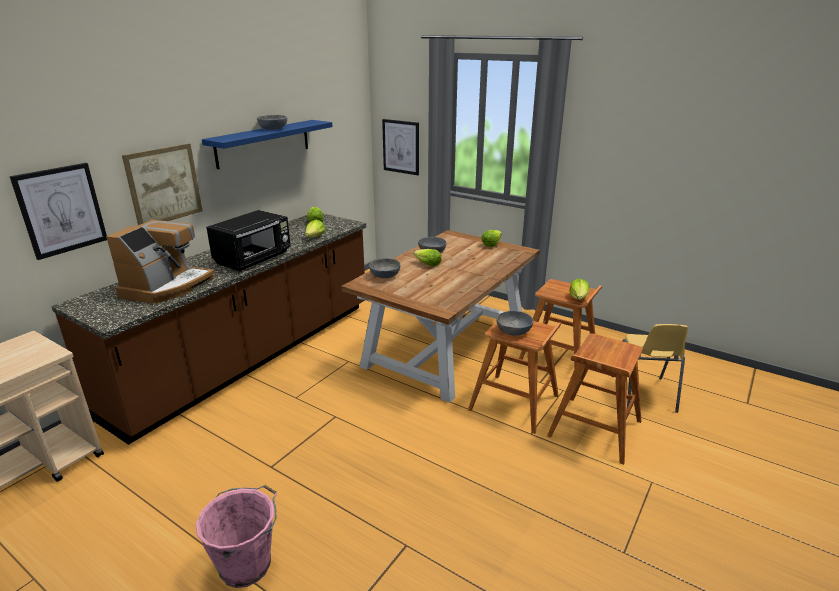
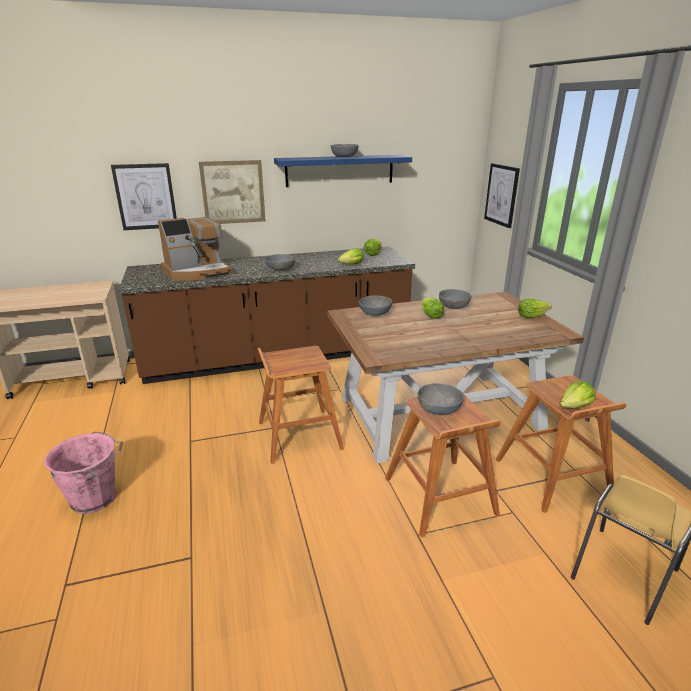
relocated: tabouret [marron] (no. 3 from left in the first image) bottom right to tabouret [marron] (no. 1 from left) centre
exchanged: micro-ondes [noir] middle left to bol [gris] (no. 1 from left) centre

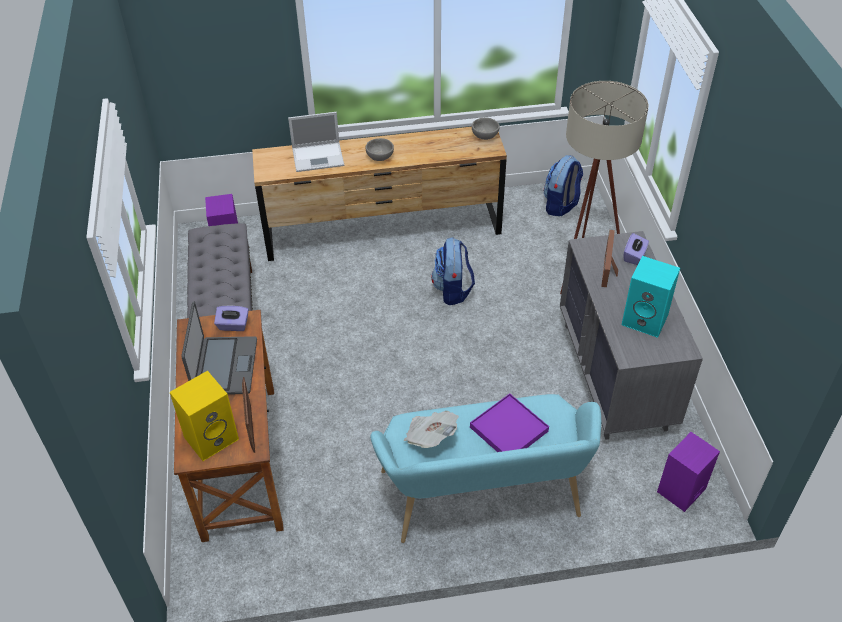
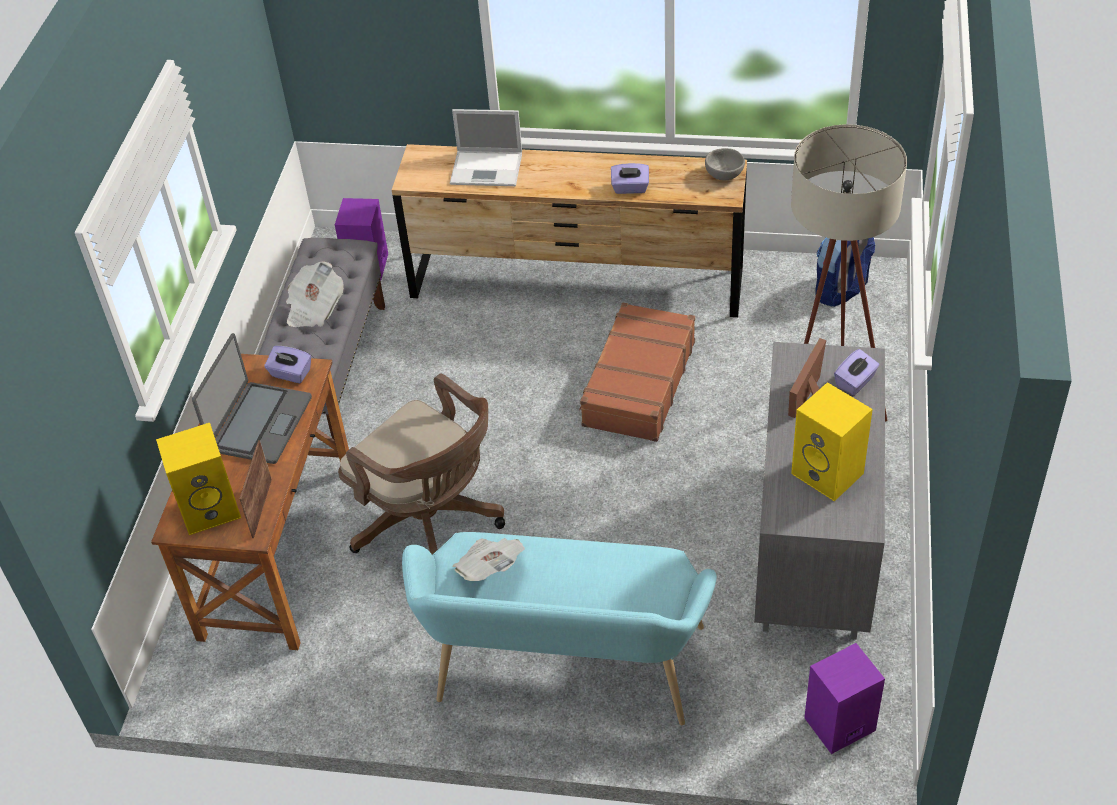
missing: bol [gris] (no. 1 from left) top centre; plateau [violet] bottom centre
appeared: journal (no. 1 from left) middle left; chaise de bureau [marron] centre; boîte à mouchoirs [violet] (no. 2 from left) top centre
exchanged: sac à dos (no. 1 from left) centre to valise [marron] centre
colour: enceinte [turquoise] middle right to enceinte [jaune] (no. 2 from left) middle right

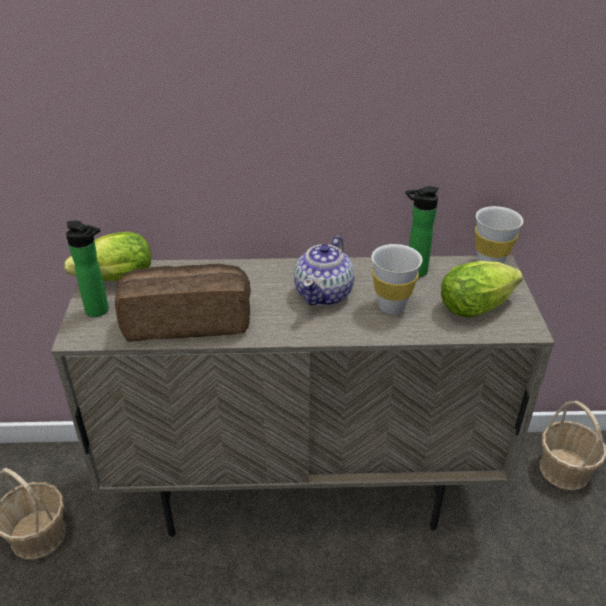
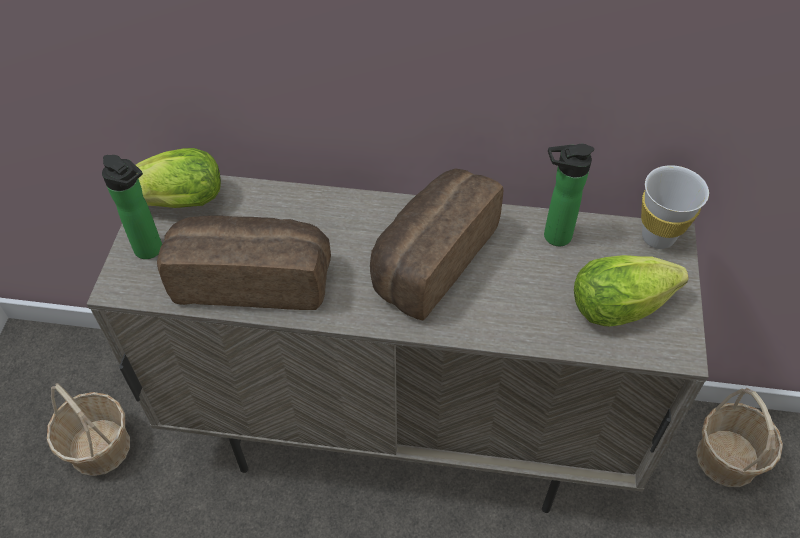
missing: tasse [blanc] (no. 1 from left) centre
exchanged: théière centre to pain (no. 2 from left) centre

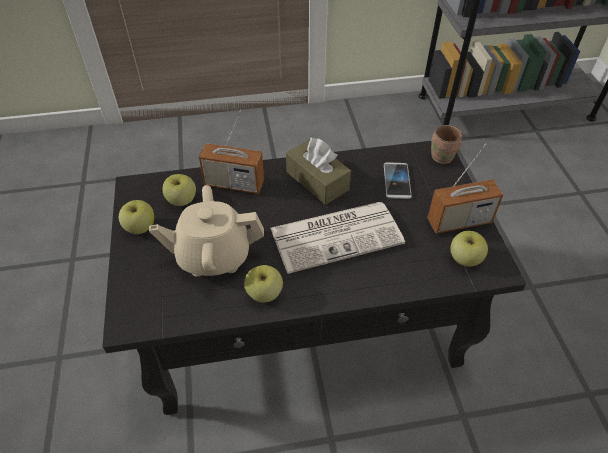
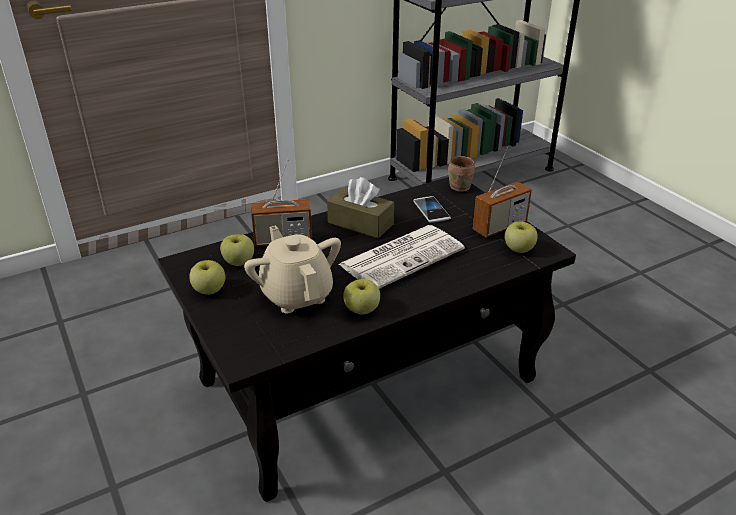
spun: théière [beige] centre = centre 90 degrees clockwise

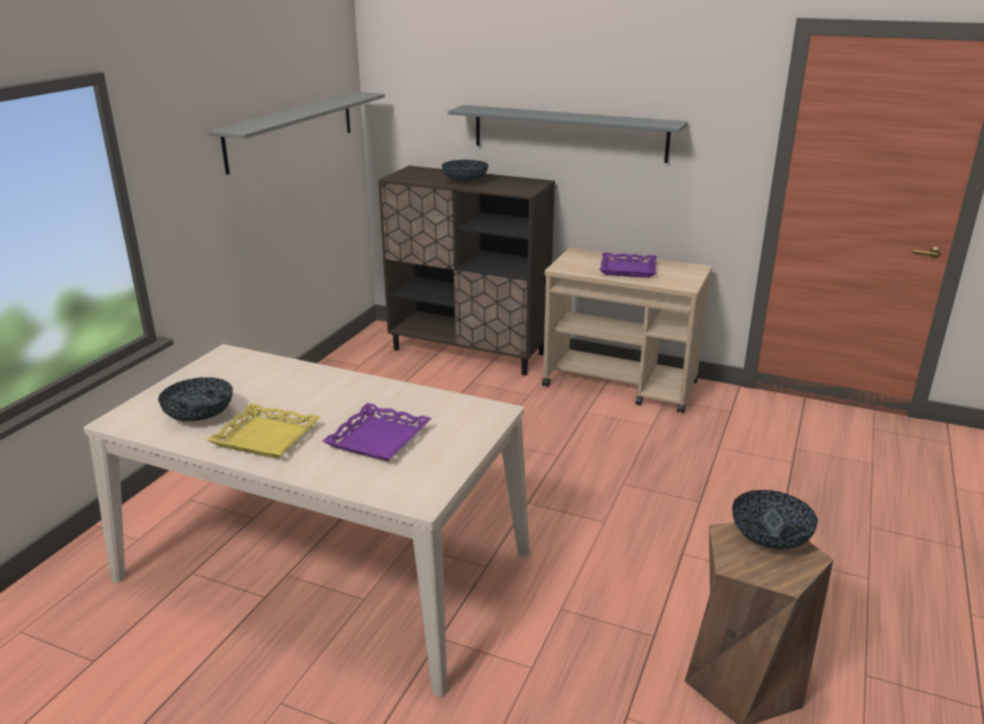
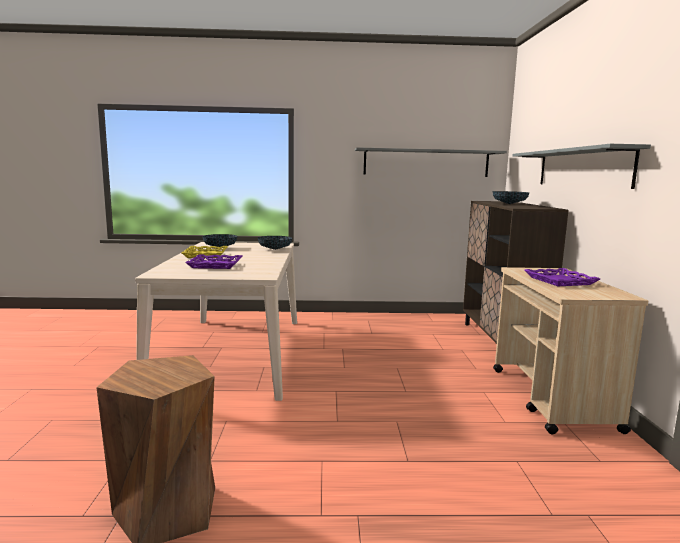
relocated: bol (no. 3 from left in the first image) bottom right to bol (no. 2 from left) centre

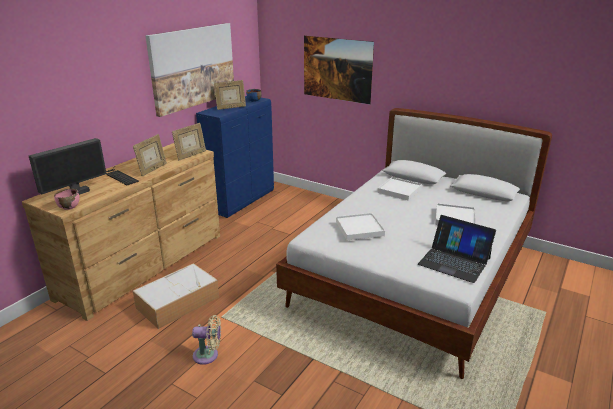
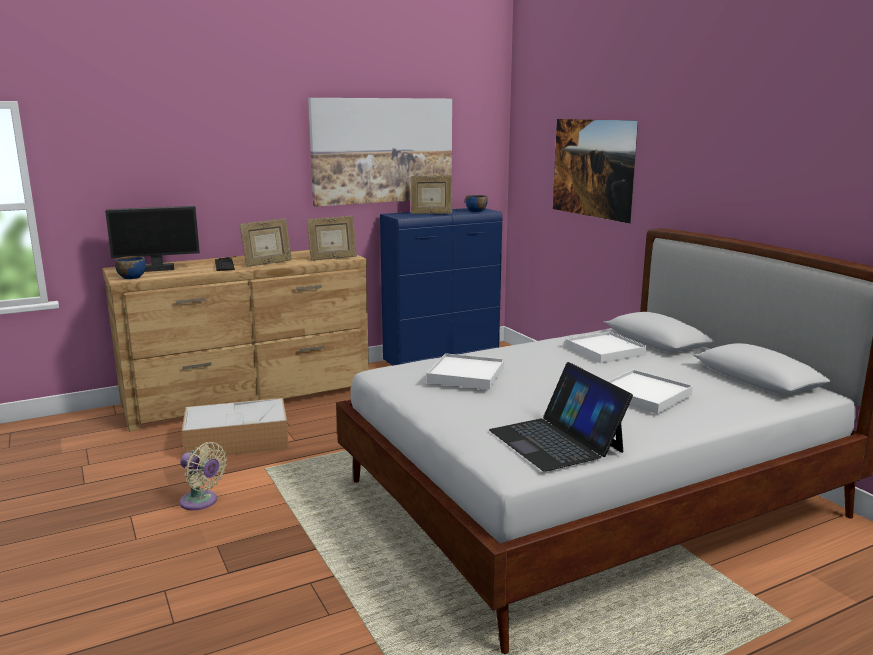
colour: bol [rose] middle left to bol [bleu] (no. 1 from left) middle left

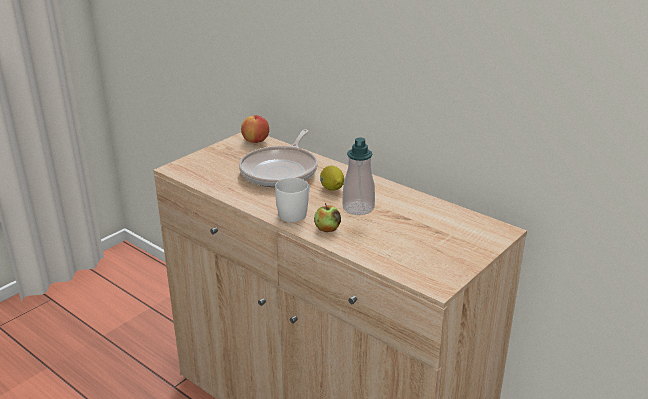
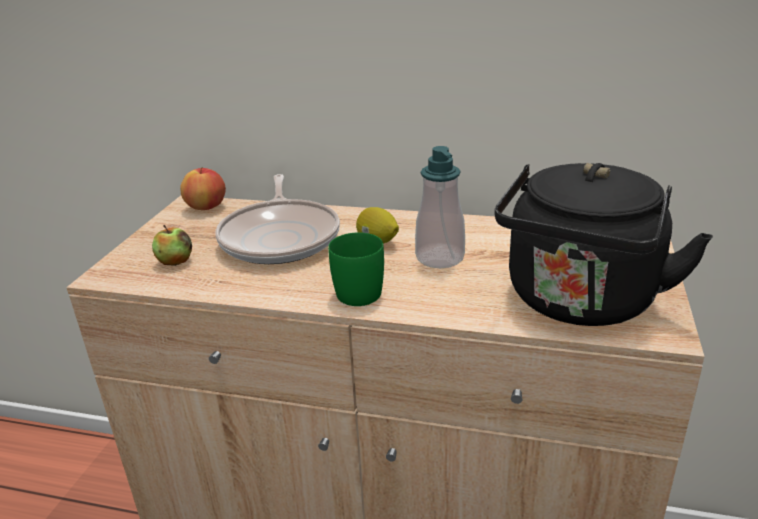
appeared: bouilloire [noir] middle right
relocated: pomme (no. 2 from left in the first image) centre to pomme (no. 1 from left) middle left
colour: mug [blanc] centre to mug [vert] centre

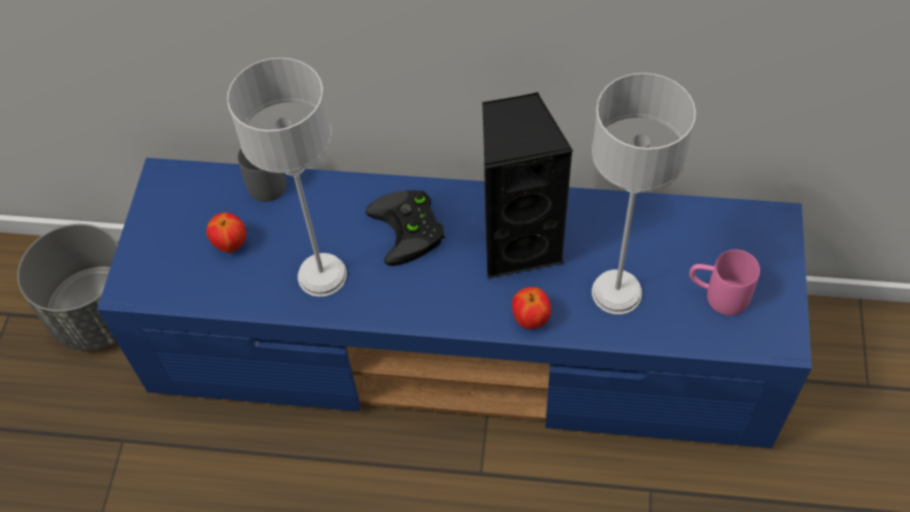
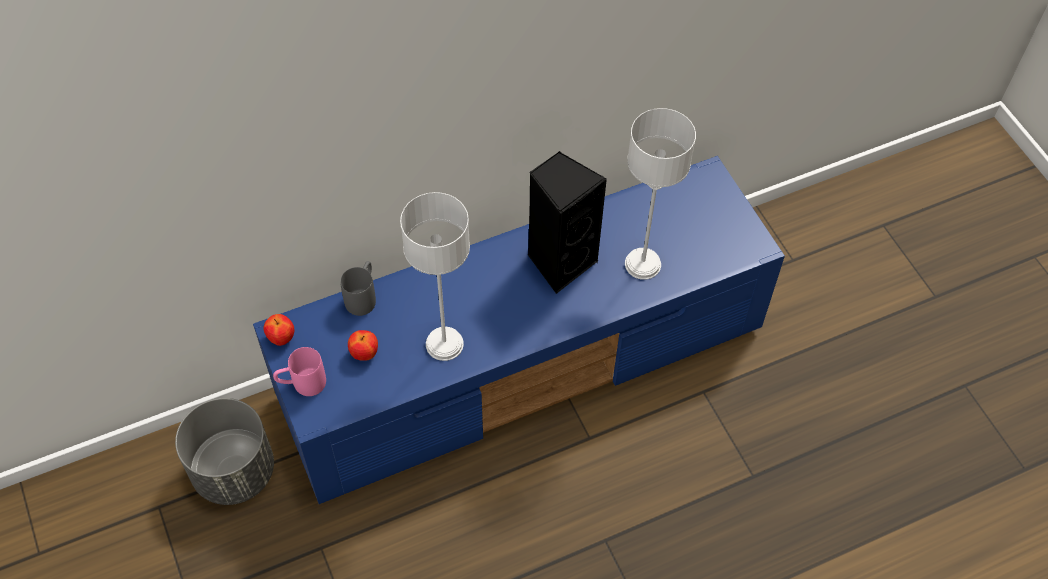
missing: manette [noir] centre
relocated: pomme (no. 2 from left in the first image) centre to pomme (no. 1 from left) middle left; mug [rose] middle right to middle left

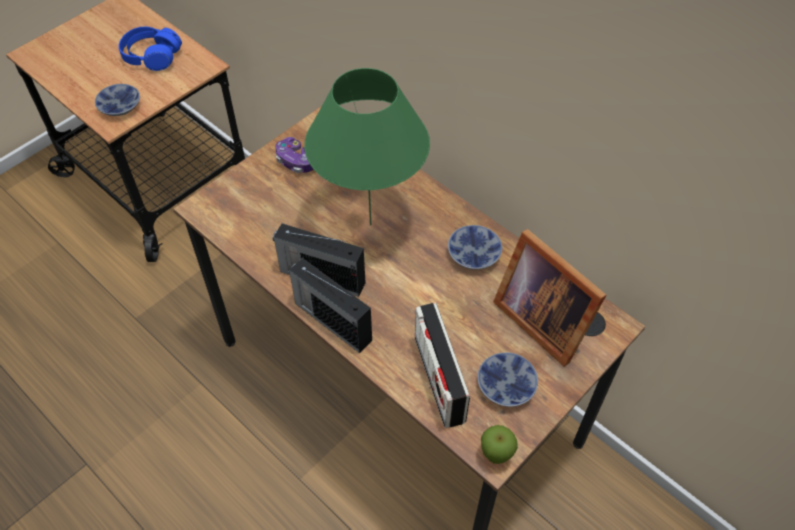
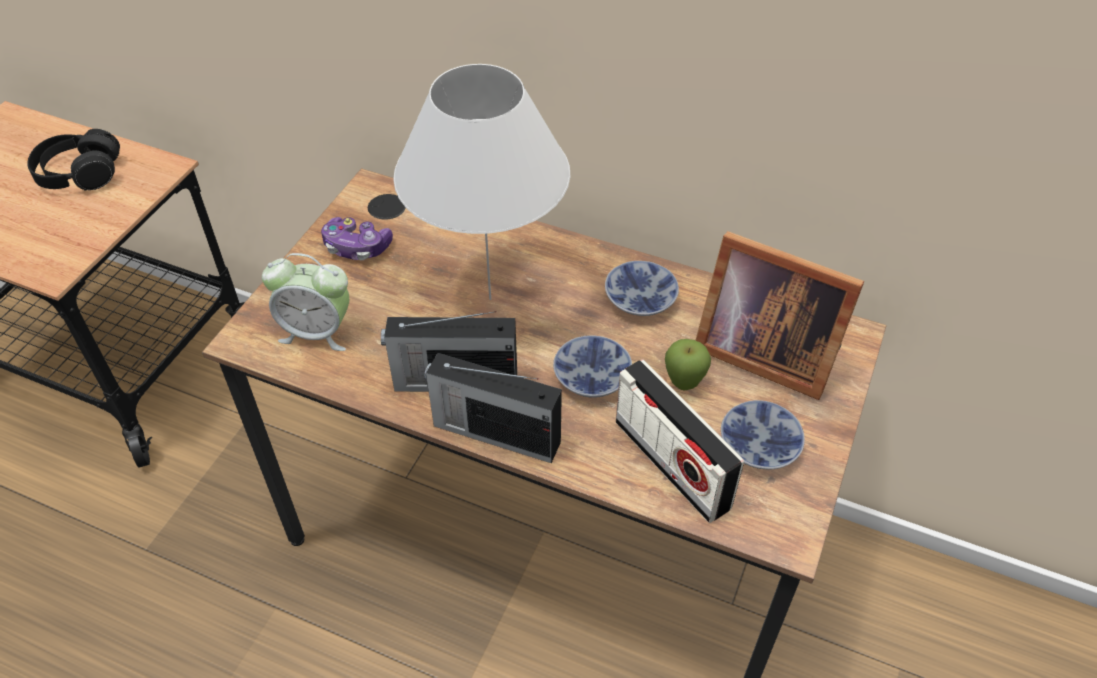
appeared: réveil middle left
relocated: bol (no. 1 from left) top left to centre; pomme bottom centre to centre
colour: casque audio [bleu] top left to casque audio [noir] top left; lampe de table [vert] top centre to lampe de table [blanc] top centre

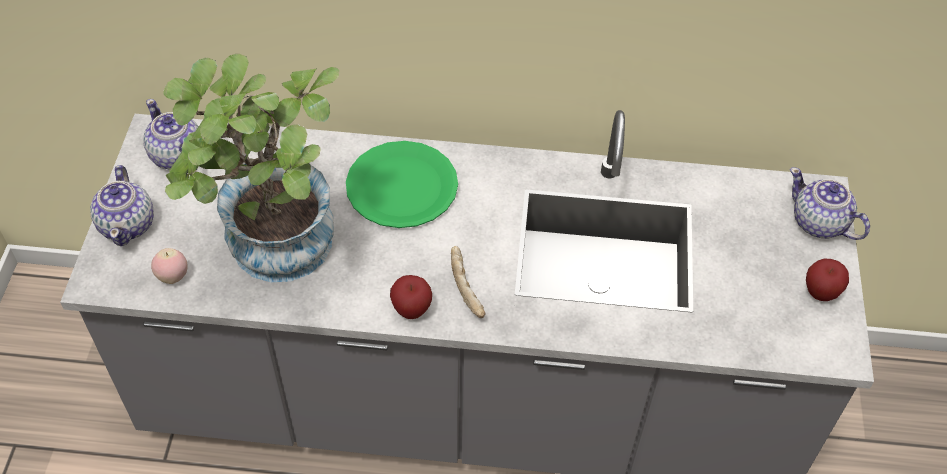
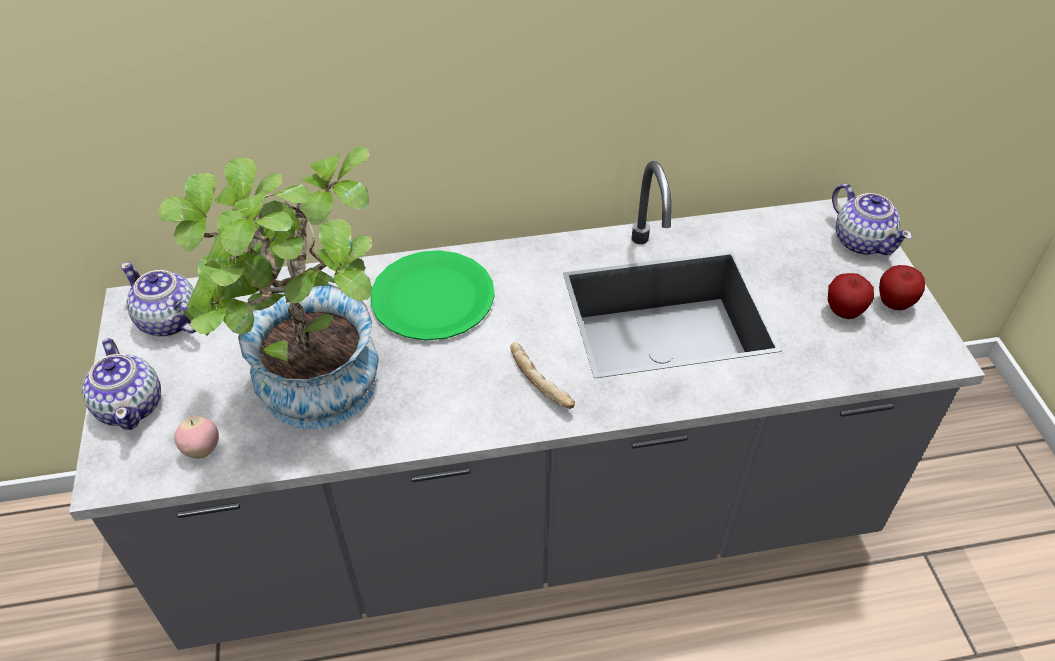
relocated: pomme (no. 2 from left) centre to middle right
spun: théière (no. 3 from left) middle right = top right 150 degrees counterclockwise

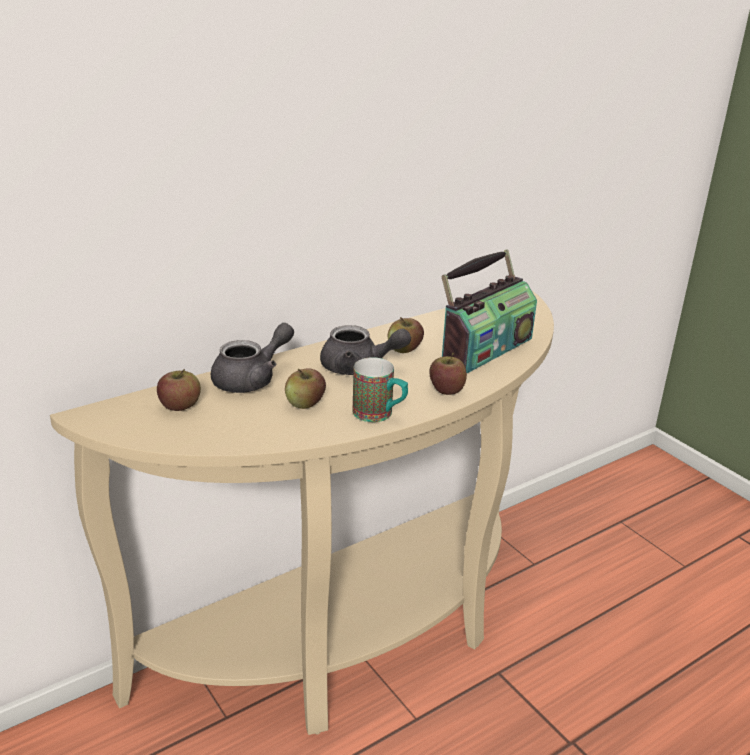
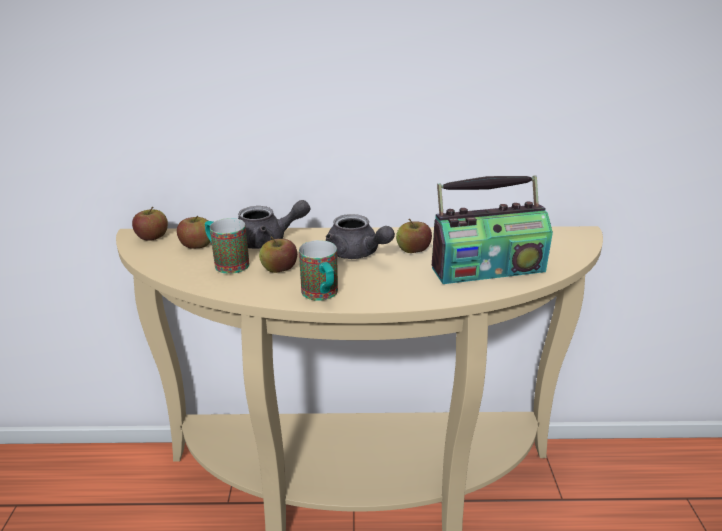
appeared: mug (no. 1 from left) middle left
relocated: pomme (no. 4 from left in the first image) centre to pomme (no. 1 from left) middle left

